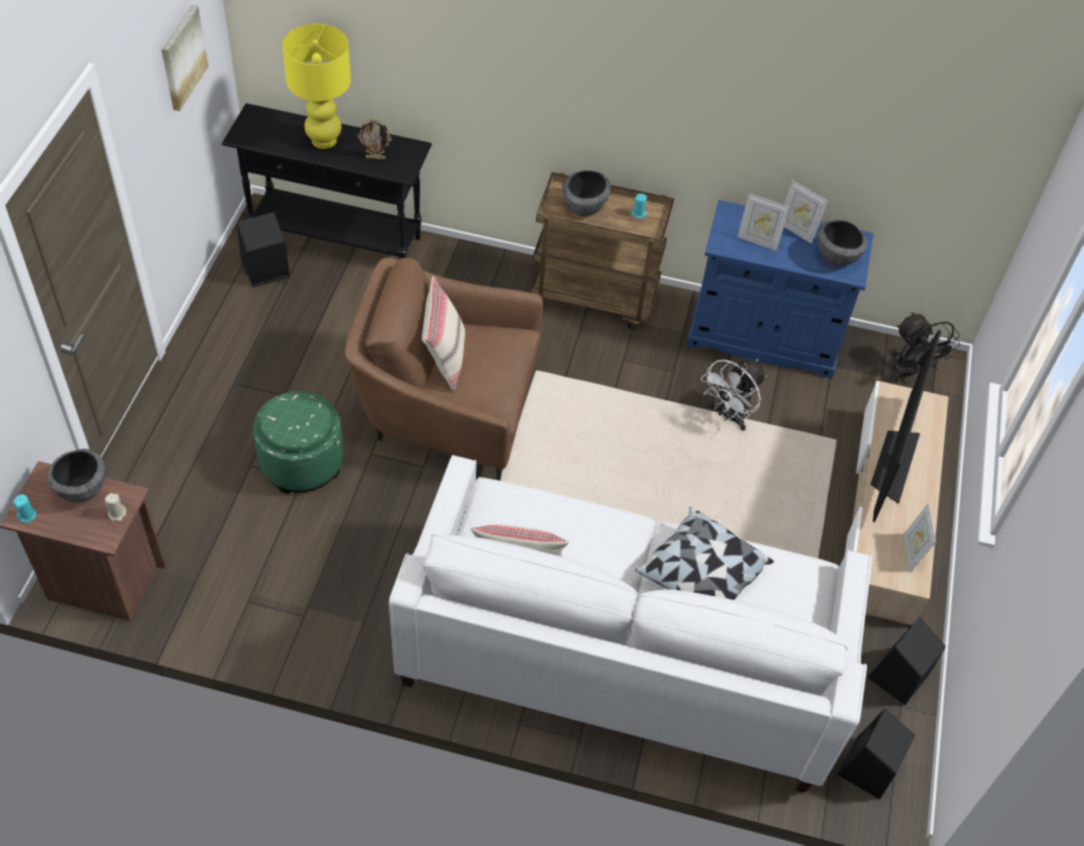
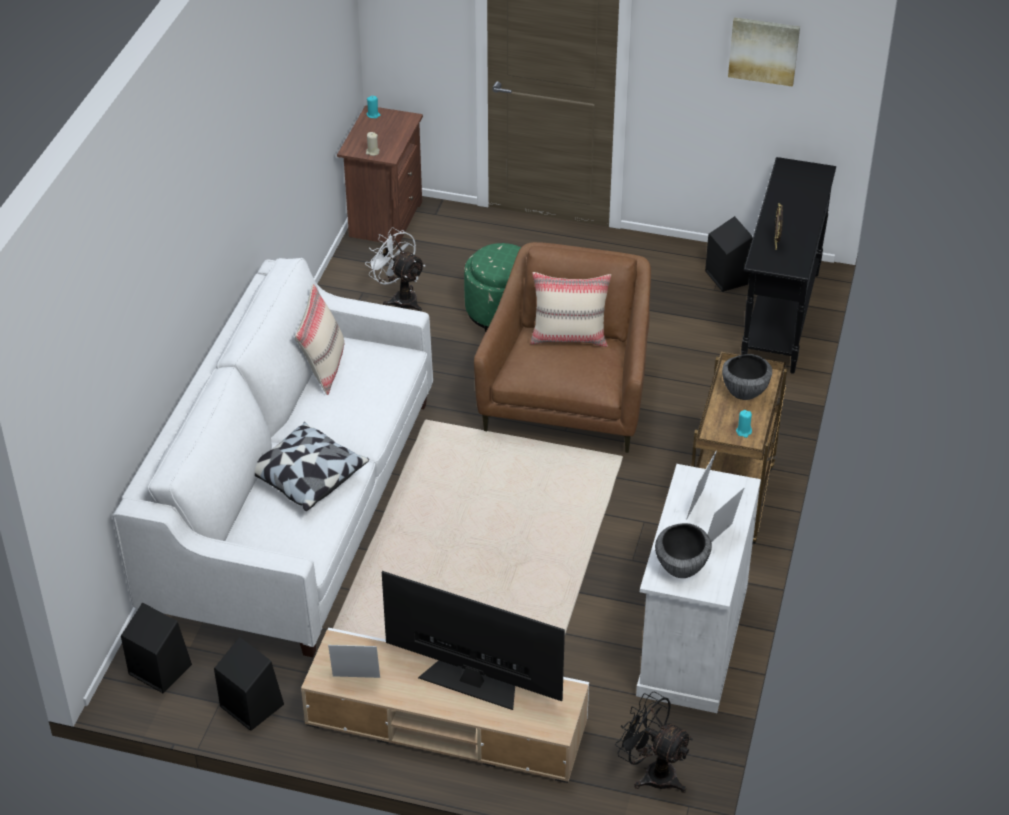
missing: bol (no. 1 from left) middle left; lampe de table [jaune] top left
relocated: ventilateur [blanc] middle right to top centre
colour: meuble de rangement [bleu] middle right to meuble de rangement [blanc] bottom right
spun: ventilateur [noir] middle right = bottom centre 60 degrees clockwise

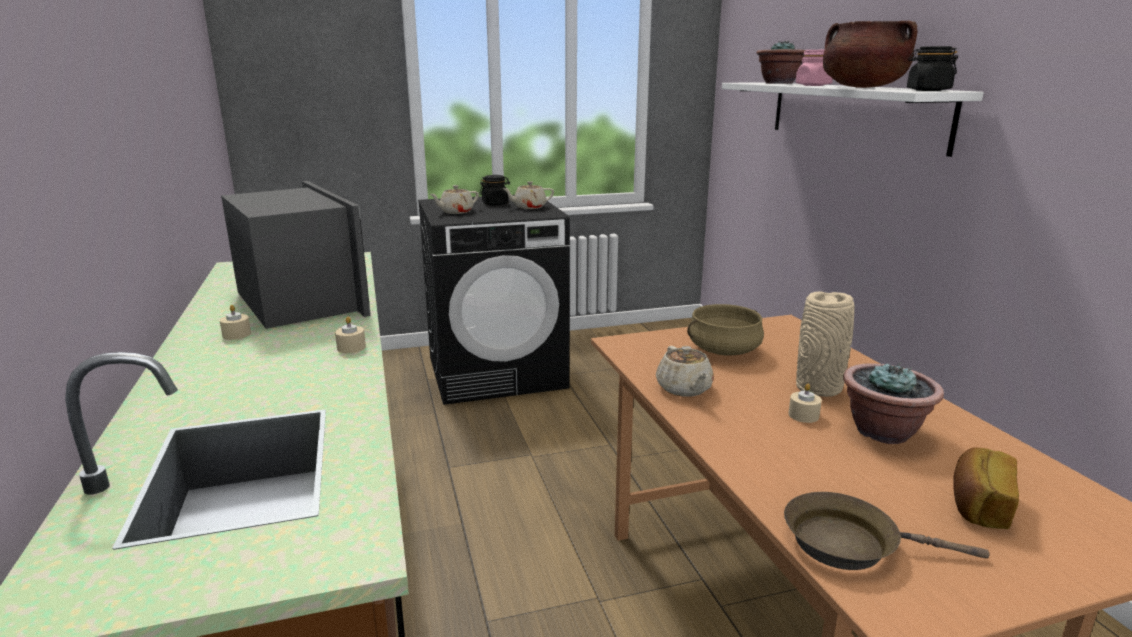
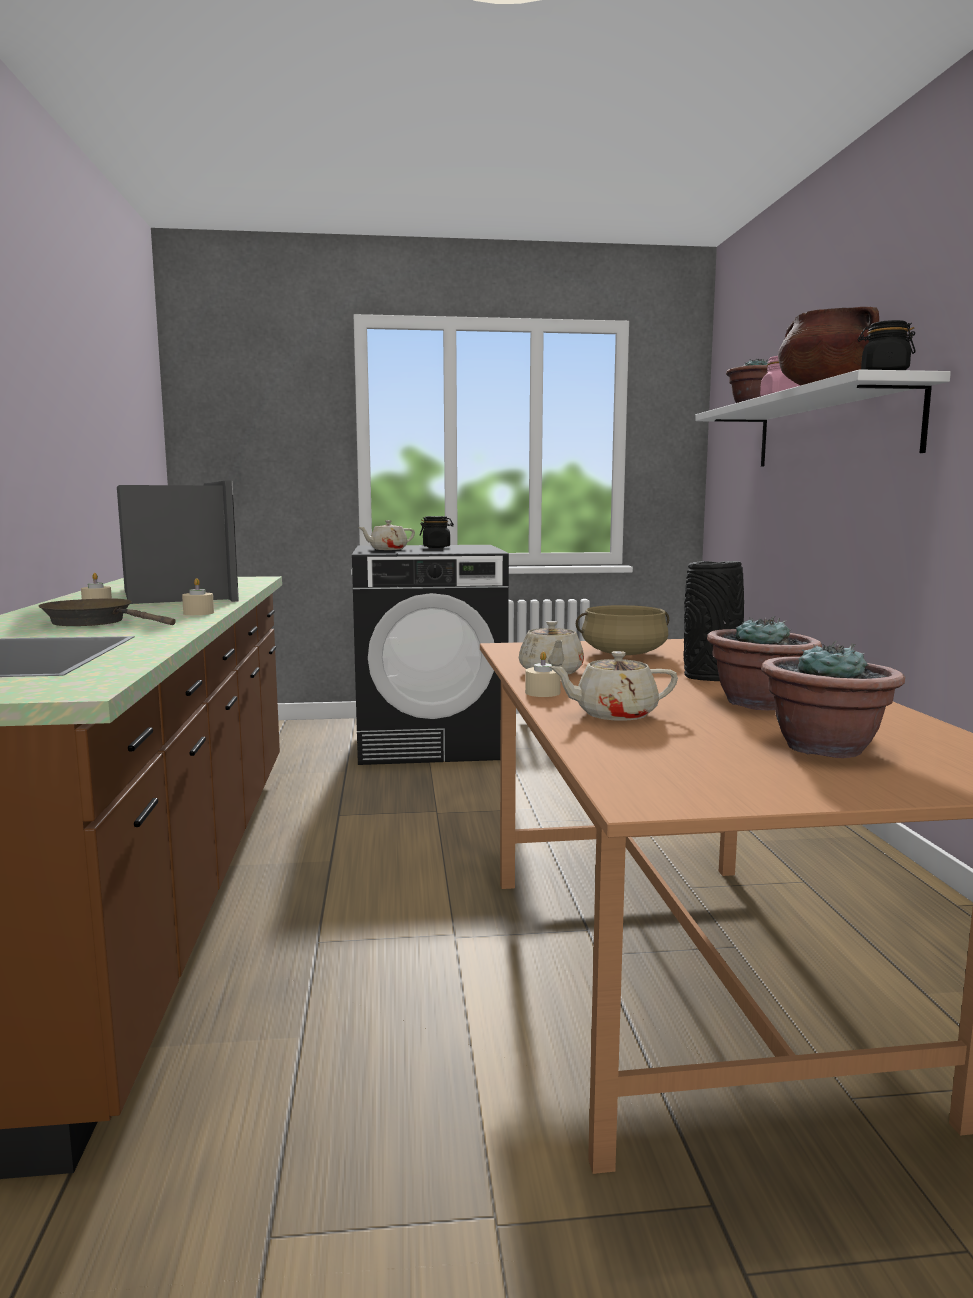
relocated: théière [beige] (no. 2 from left in the first image) top centre to théière [beige] (no. 3 from left) centre; poêle [marron] bottom right to middle left; bougie [beige] (no. 3 from left) middle right to centre
exchanged: pain bottom right to plante en pot (no. 3 from left) middle right
colour: vase [beige] middle right to vase [noir] middle right

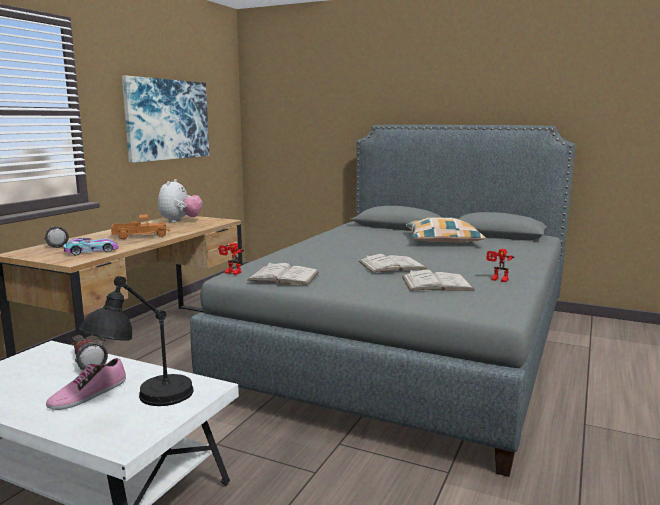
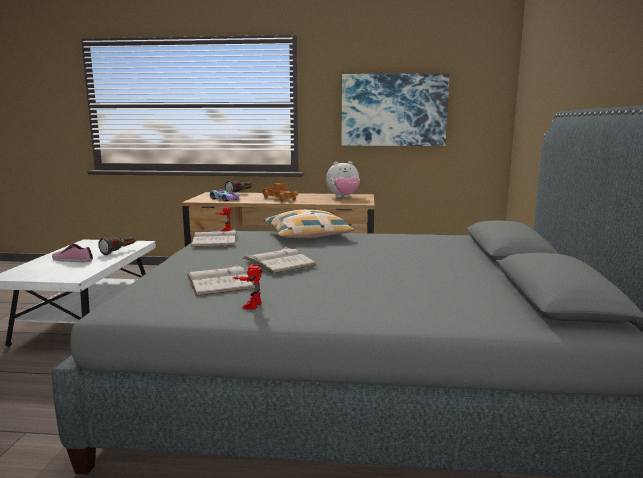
missing: lampe de table [noir] bottom left
relocated: coussin middle right to centre

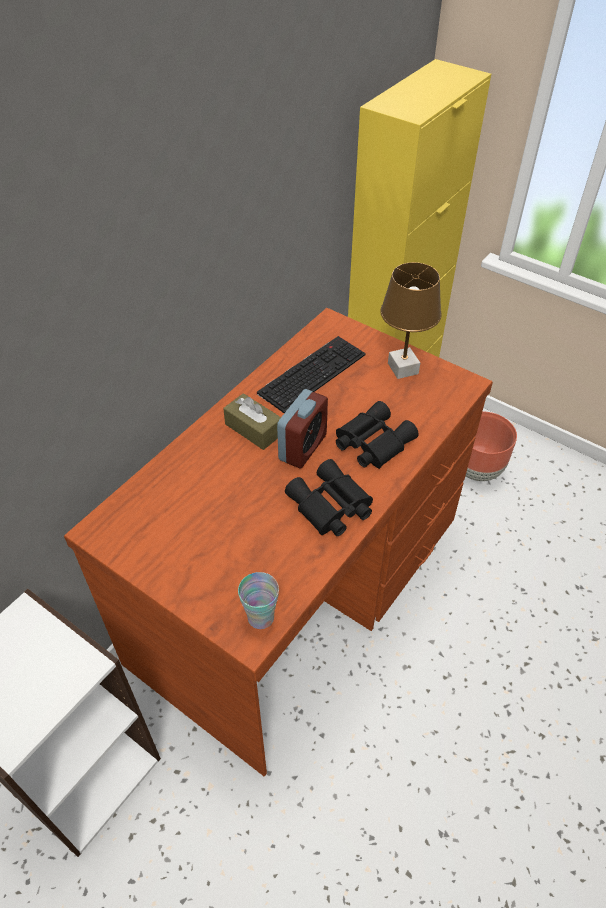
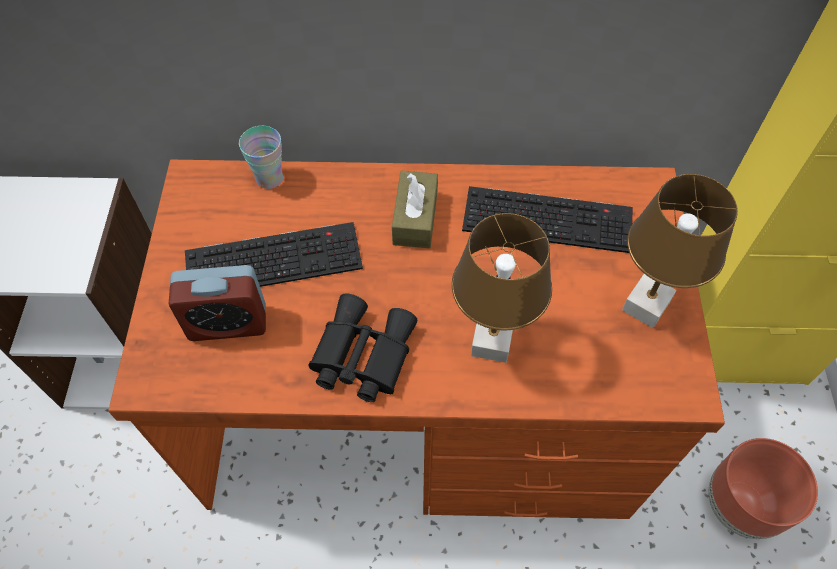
appeared: clavier (no. 1 from left) middle left
relocated: tasse centre to top left; réveil centre to middle left
exchanged: jumelles [noir] (no. 2 from left) centre to lampe de table [marron] (no. 1 from left) centre

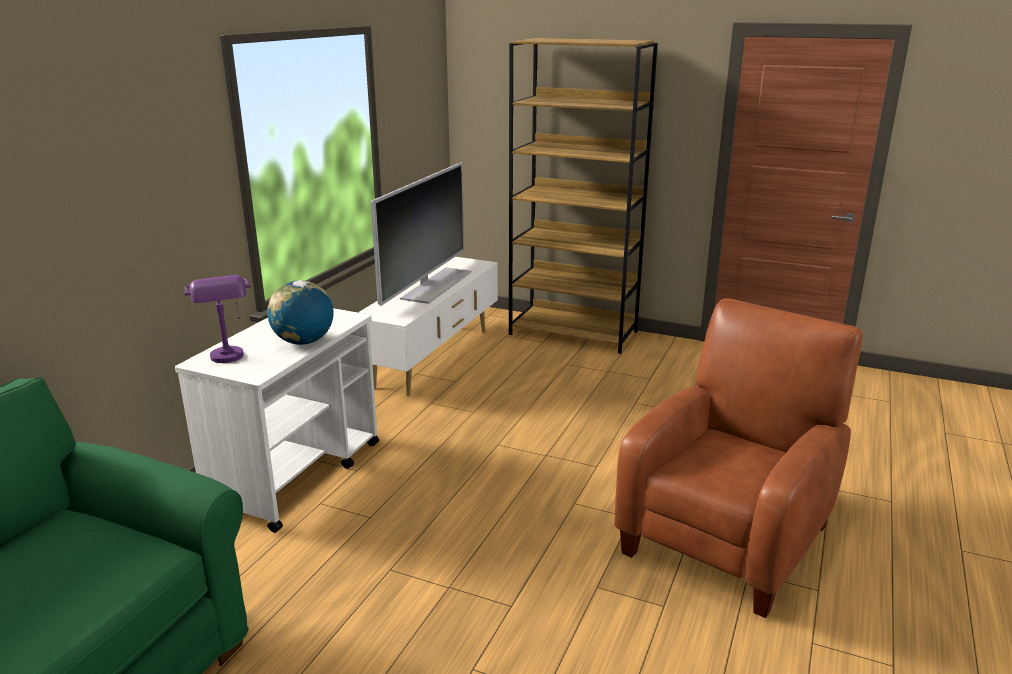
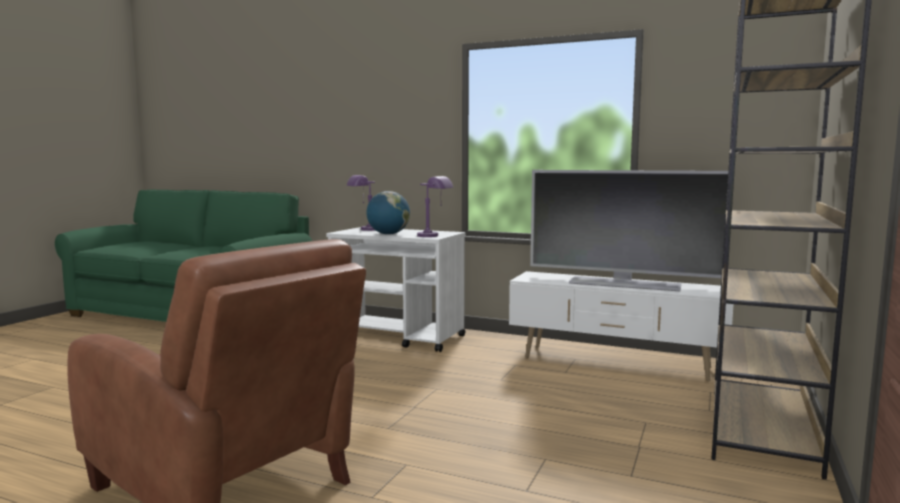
appeared: lampe de table [violet] (no. 2 from left) centre

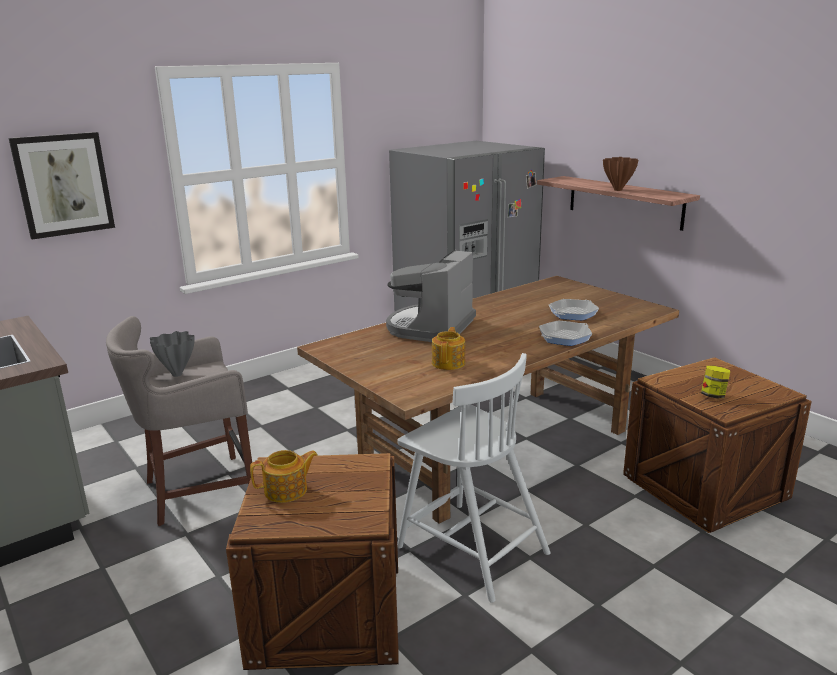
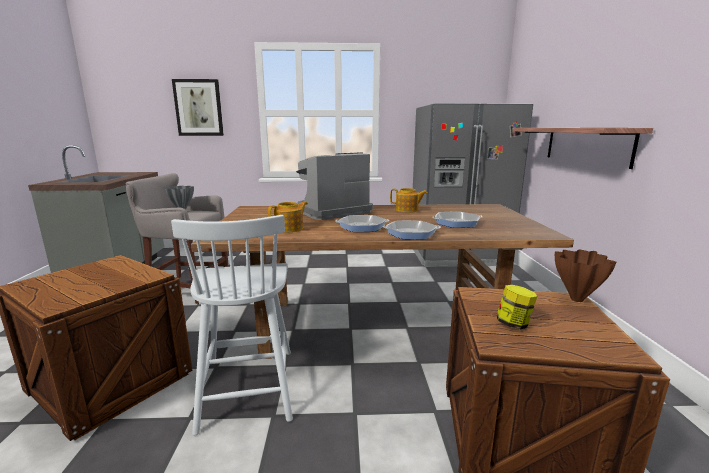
appeared: poêle (no. 1 from left) centre
relocated: théière (no. 1 from left in the first image) bottom centre to théière (no. 2 from left) centre; vase [marron] top right to middle right

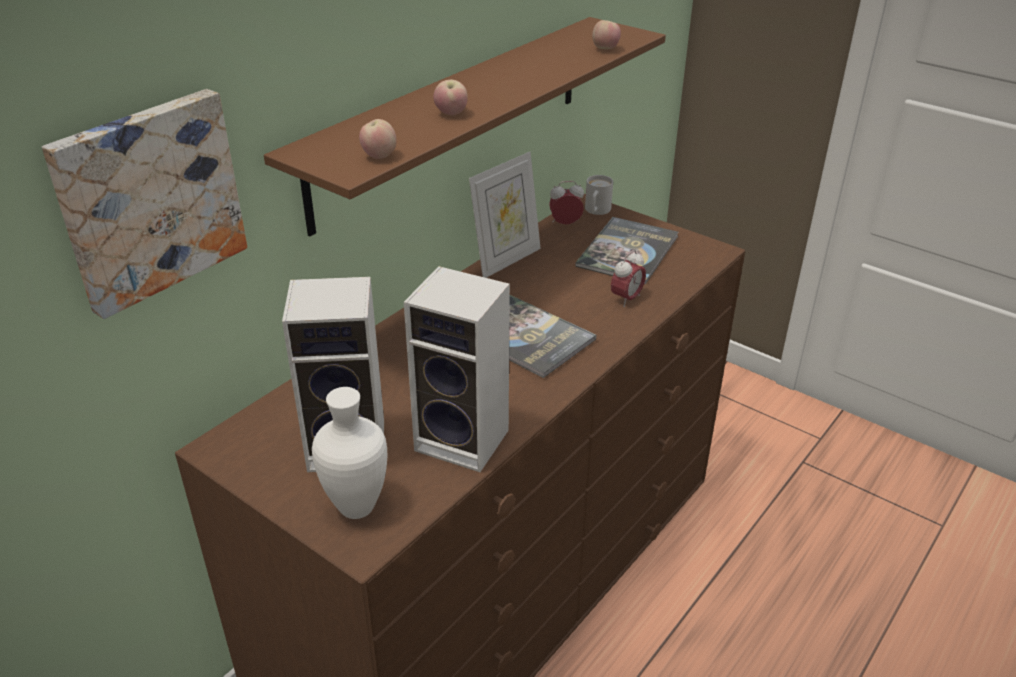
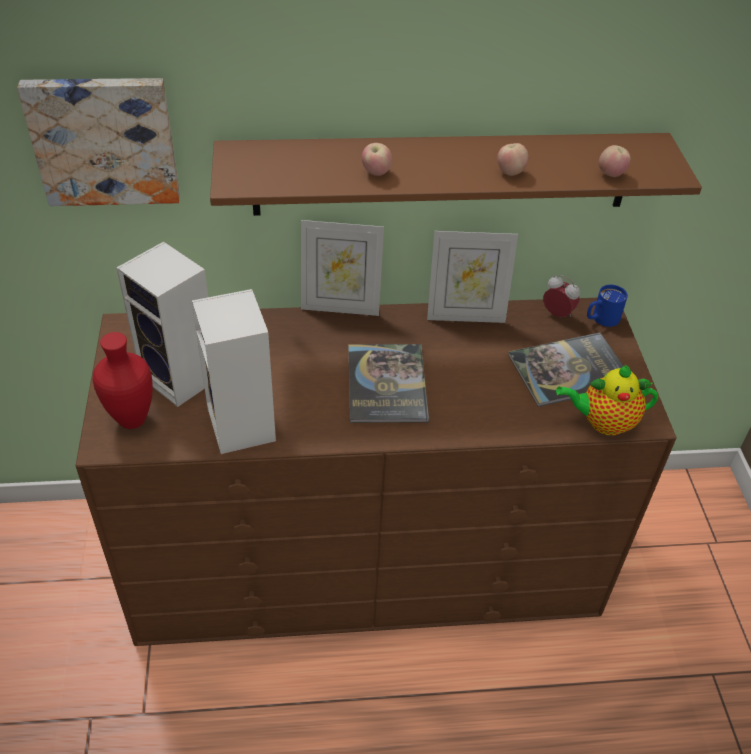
missing: réveil (no. 2 from left) centre
appeared: cadre photo (no. 1 from left) centre; théière middle right
relocated: pomme (no. 1 from left in the first image) top centre to pomme (no. 2 from left) top right
colour: vase [blanc] bottom centre to vase [rouge] middle left; mug [blanc] top centre to mug [bleu] middle right

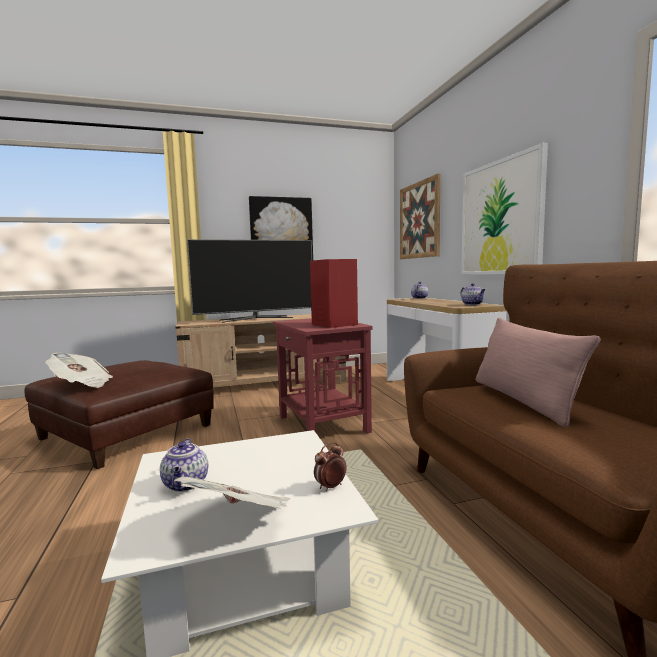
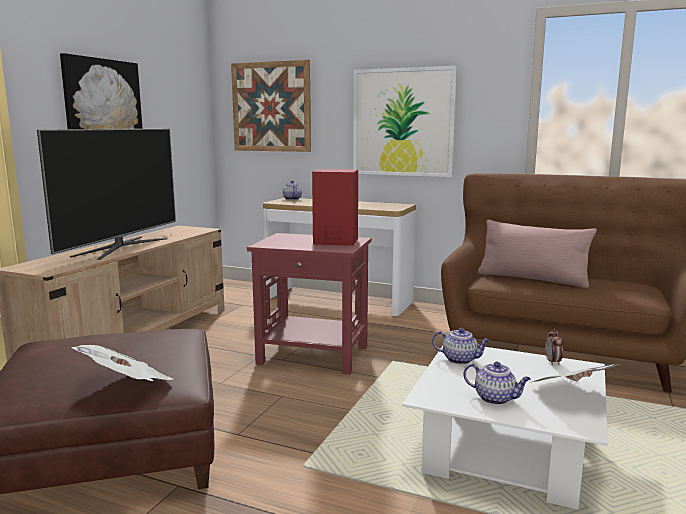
relocated: théière (no. 3 from left in the first image) middle right to théière (no. 2 from left) bottom right

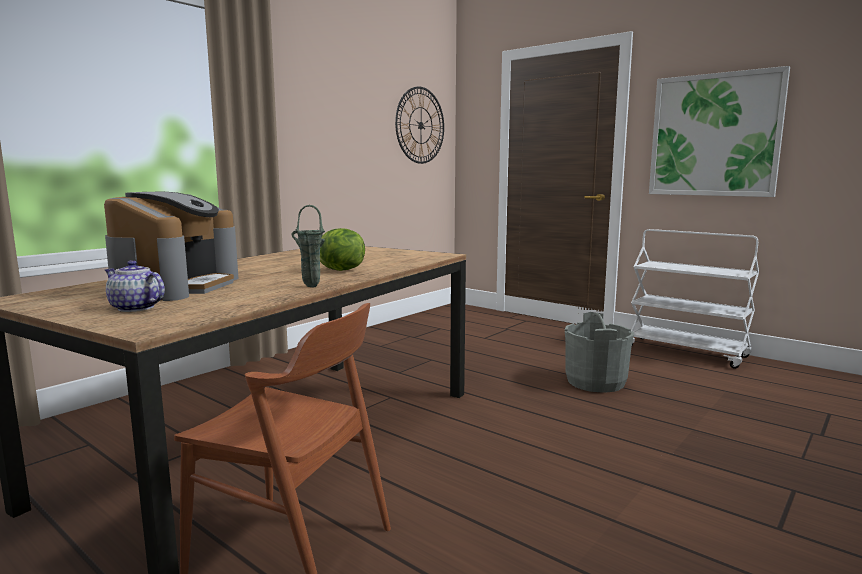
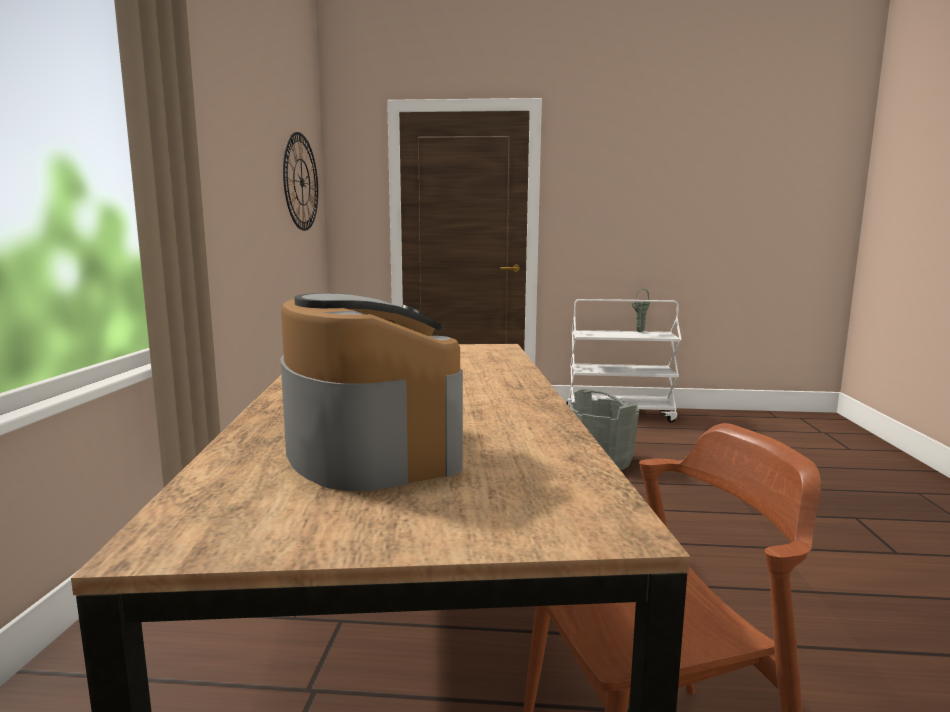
missing: théière middle left; laitue centre; tableau top right
relocated: vase [vert] centre to middle right

